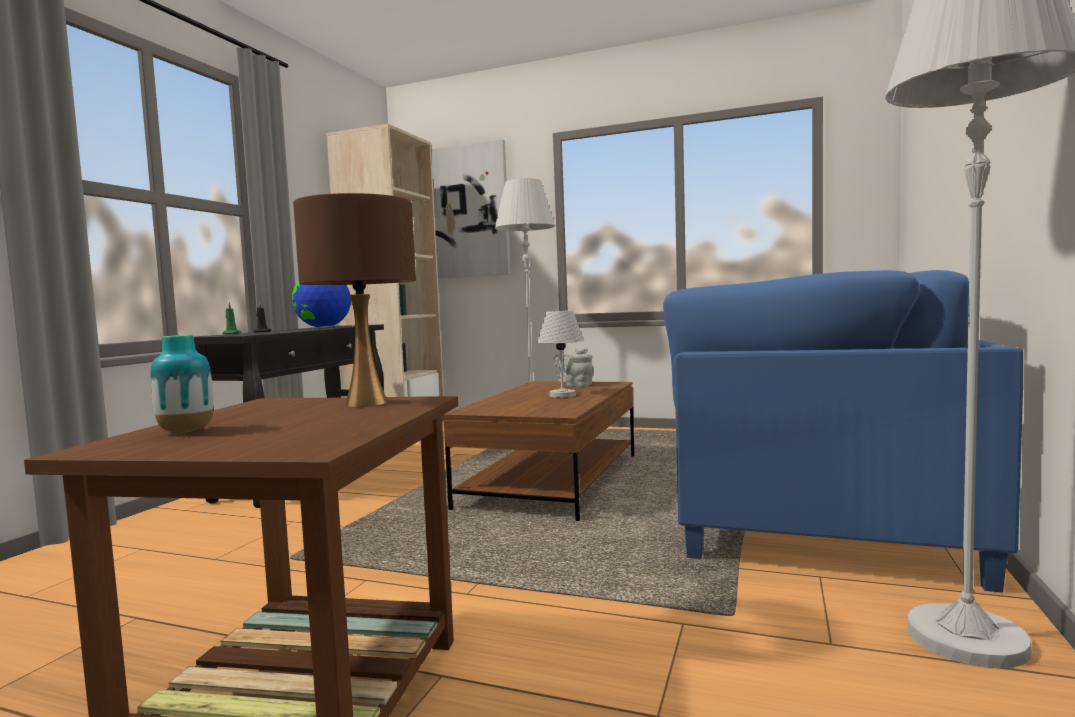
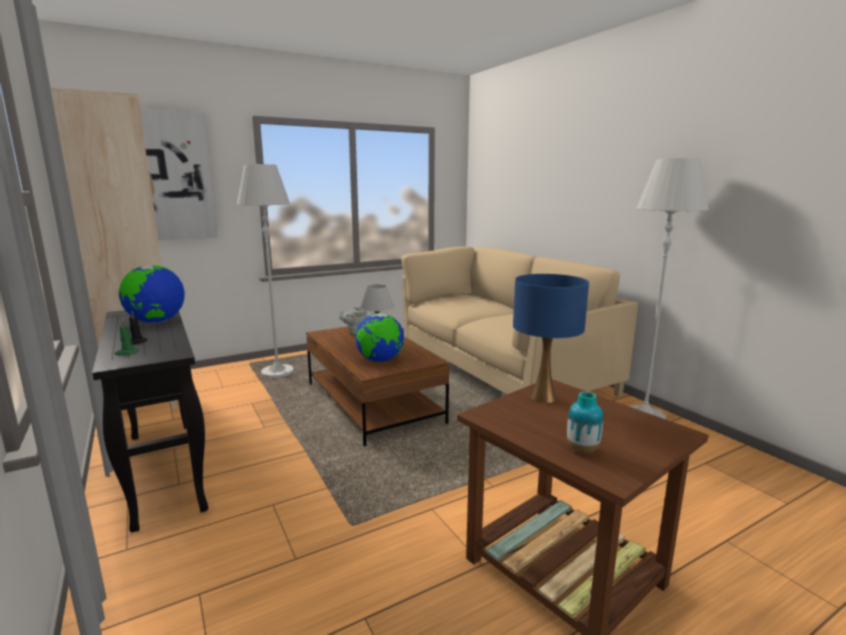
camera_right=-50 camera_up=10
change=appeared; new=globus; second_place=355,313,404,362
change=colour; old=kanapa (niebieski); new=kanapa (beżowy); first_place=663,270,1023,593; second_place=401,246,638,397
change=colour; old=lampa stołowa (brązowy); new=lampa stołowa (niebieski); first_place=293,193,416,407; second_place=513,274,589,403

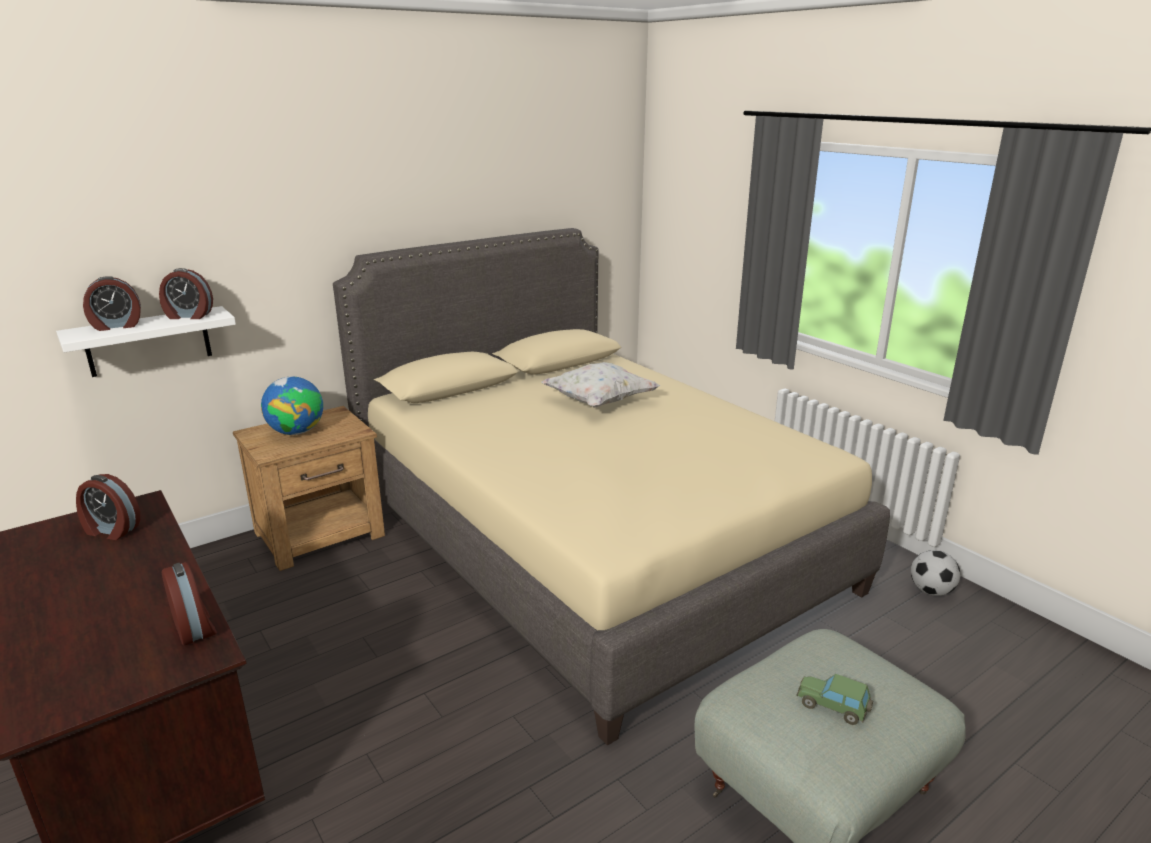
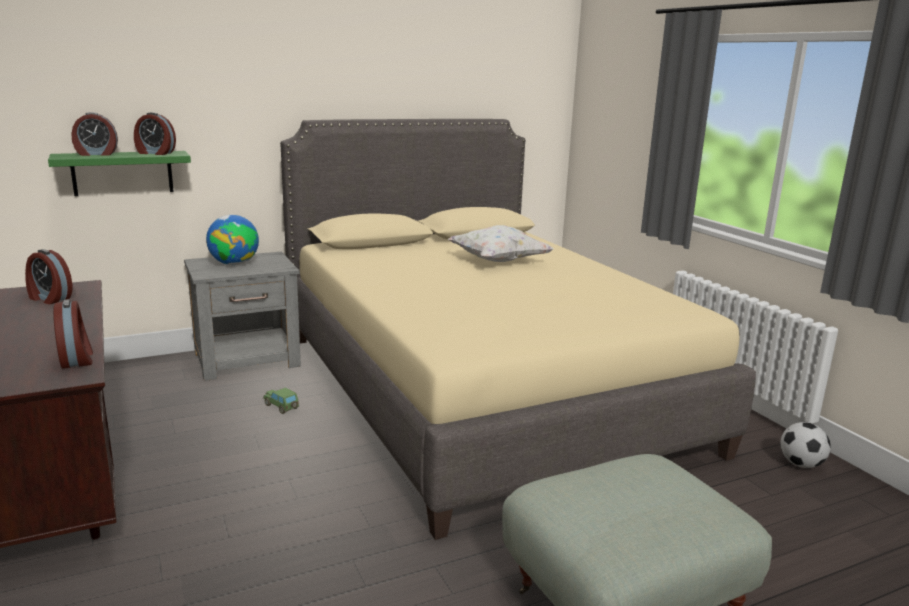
camera_right=10 camera_up=-5
change=colour; old=półka (biały); new=półka (zielony); first_place=56,306,236,377; second_place=48,151,191,196
change=colour; old=szafka nocna (brązowy); new=szafka nocna (szary); first_place=233,406,385,571; second_place=184,252,301,381
change=relocated; old=samochodzik; first_place=797,674,873,725; second_place=263,388,299,414

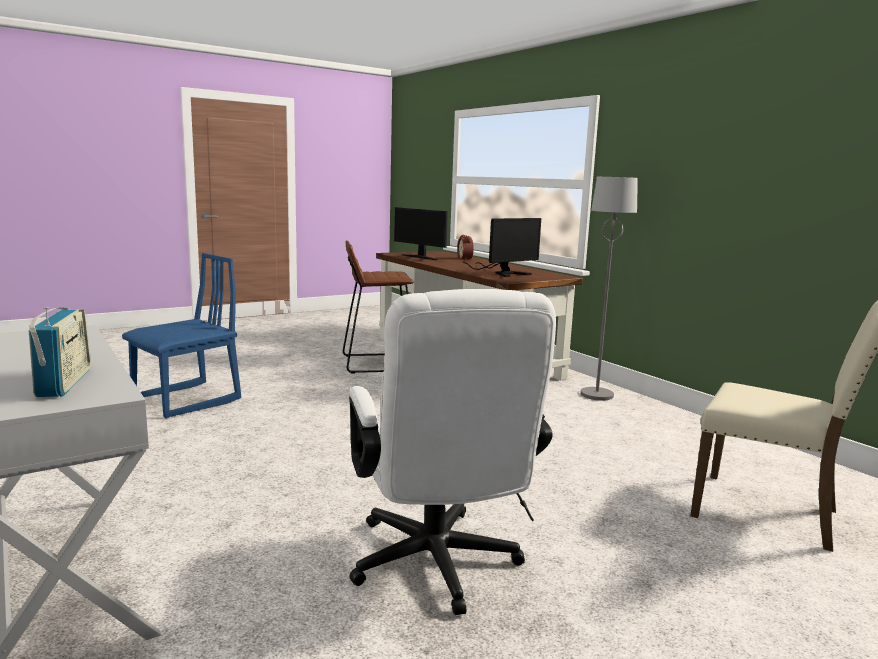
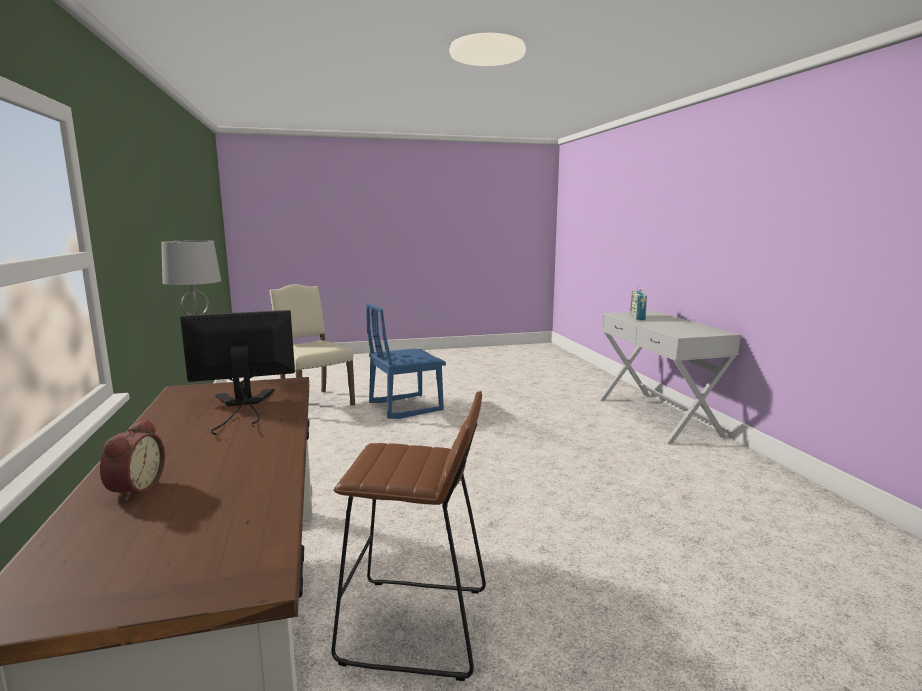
camera_right=-160 camera_up=0
change=relocated; old=krzesło (niebieski); first_place=122,253,241,418; second_place=366,303,446,419
change=missing; old=krzesło biurowe (biały); first_place=349,289,556,615
change=missing; old=monitor; first_place=394,207,448,260

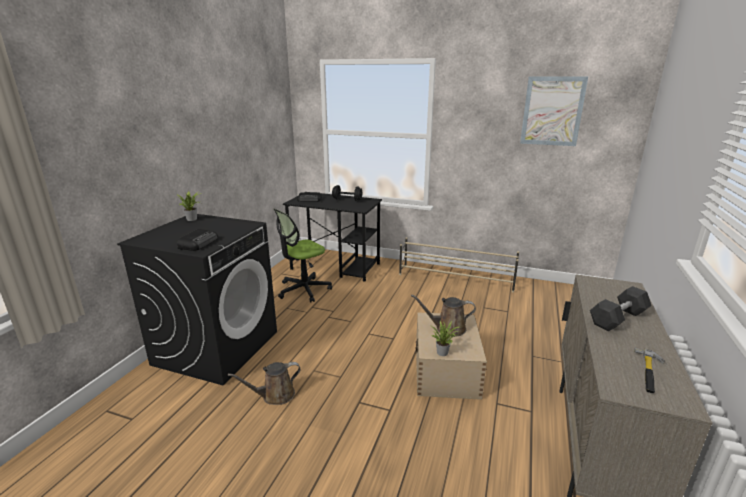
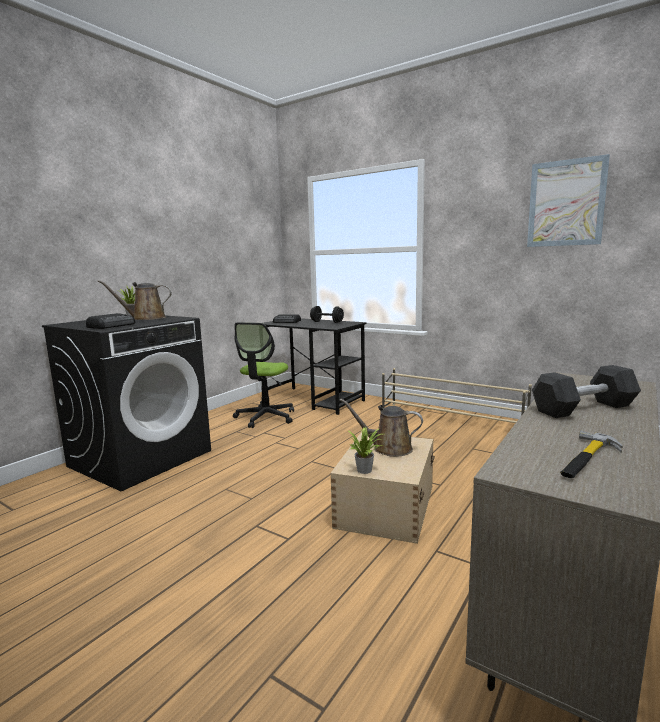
camera_right=15 camera_up=-10
change=relocated; old=konewka (brązowy); first_place=228,362,300,405; second_place=98,280,172,320
change=spun; old=krzesło biurowe; first_place=274,209,332,303; second_place=233,322,294,428; degrees=-45

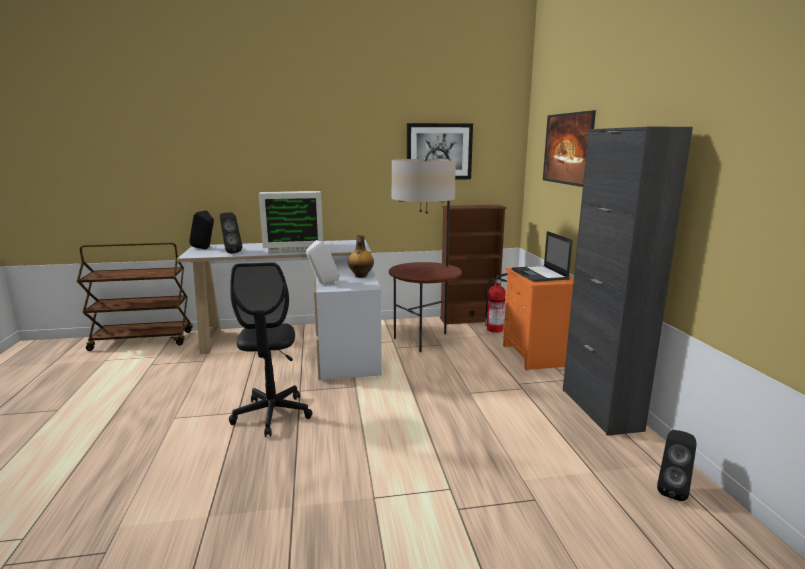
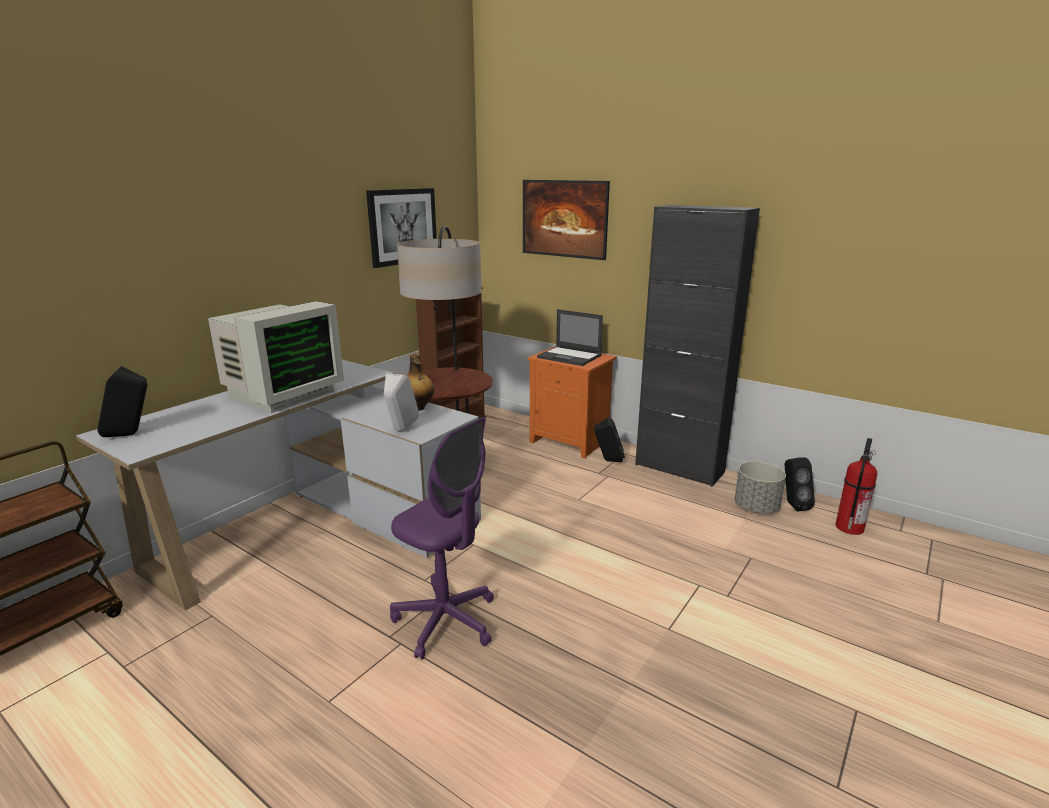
camera_right=-45 camera_up=5
change=colour; old=krzesło biurowe (czarny); new=krzesło biurowe (fioletowy); first_place=229,262,312,437; second_place=390,417,494,660
change=relocated; old=głośnik (czarny); first_place=220,213,242,254; second_place=594,418,625,462
change=appeared; new=donica (szary); second_place=735,461,786,514
change=relocated; old=gaśnica; first_place=484,273,507,333; second_place=836,438,877,535

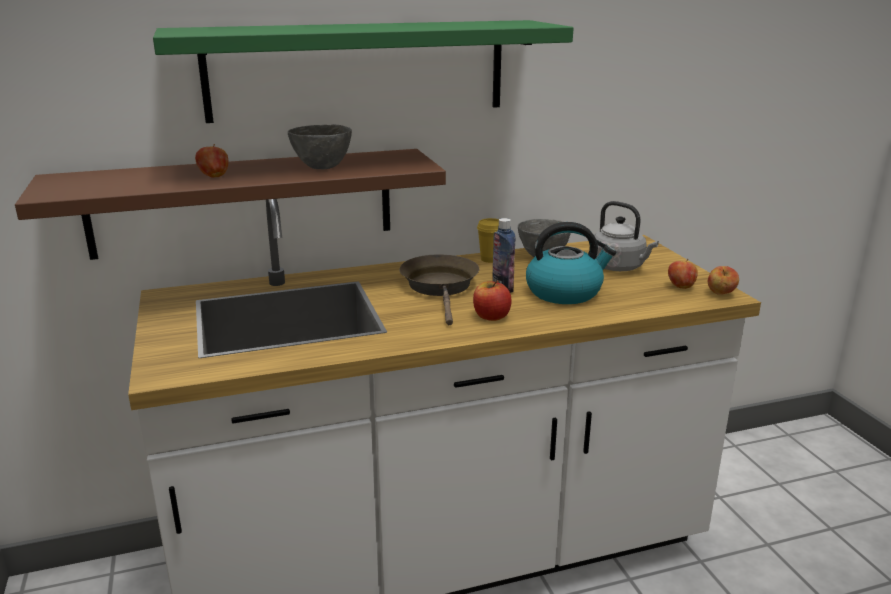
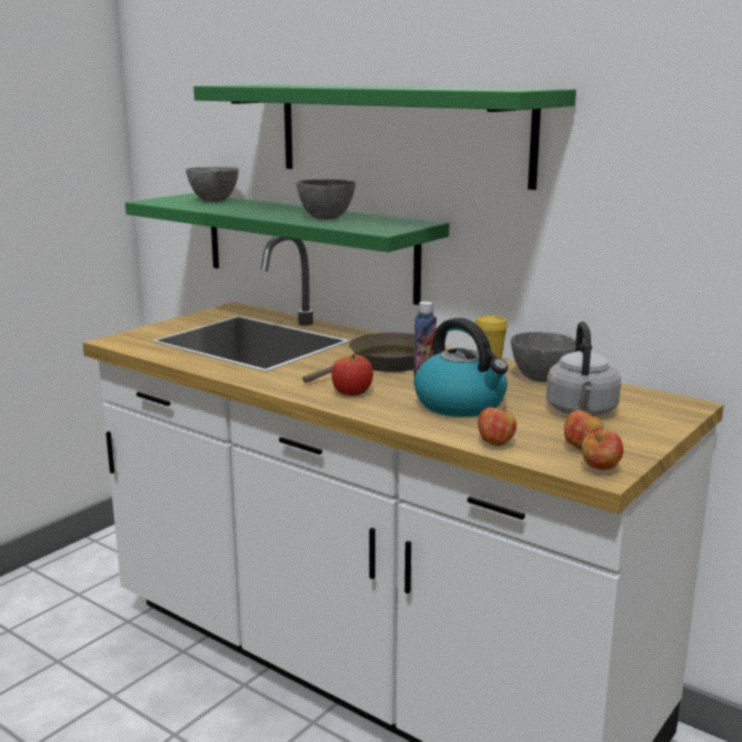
camera_right=55 camera_up=-5
change=colour; old=półka (brązowy); new=półka (zielony); first_place=15,149,446,260; second_place=125,193,449,305
change=appeared; new=miska (szary); second_place=186,167,239,202
change=relocated; old=jabłko; first_place=195,144,229,178; second_place=478,406,517,446

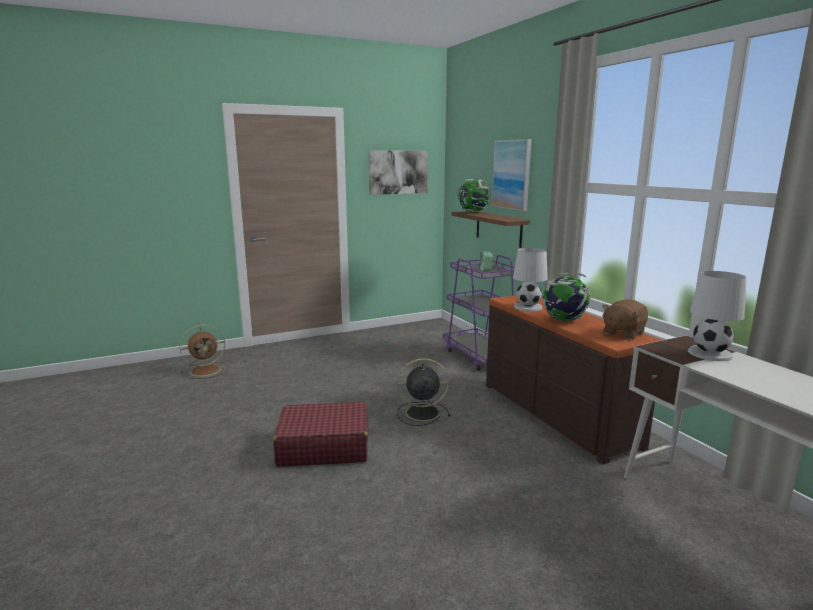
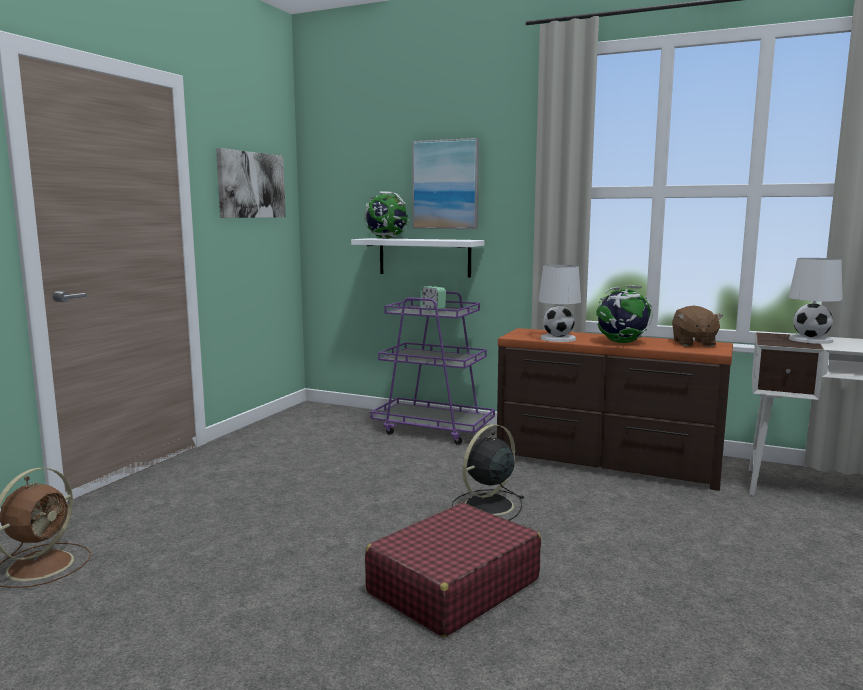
camera_right=-40 camera_up=-5
change=colour; old=półka (brązowy); new=półka (biały); first_place=451,211,530,248; second_place=351,238,485,277

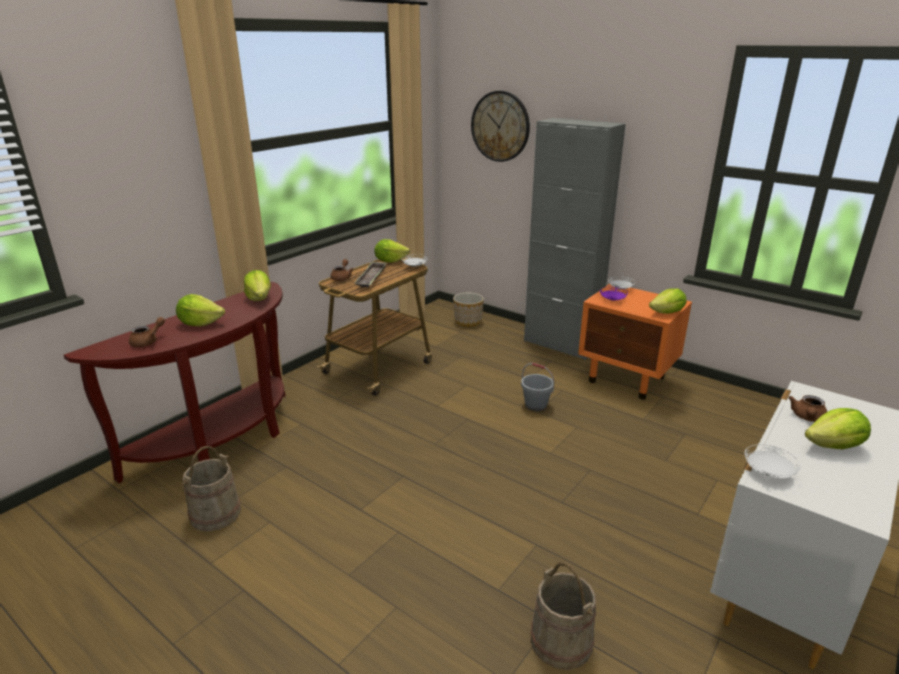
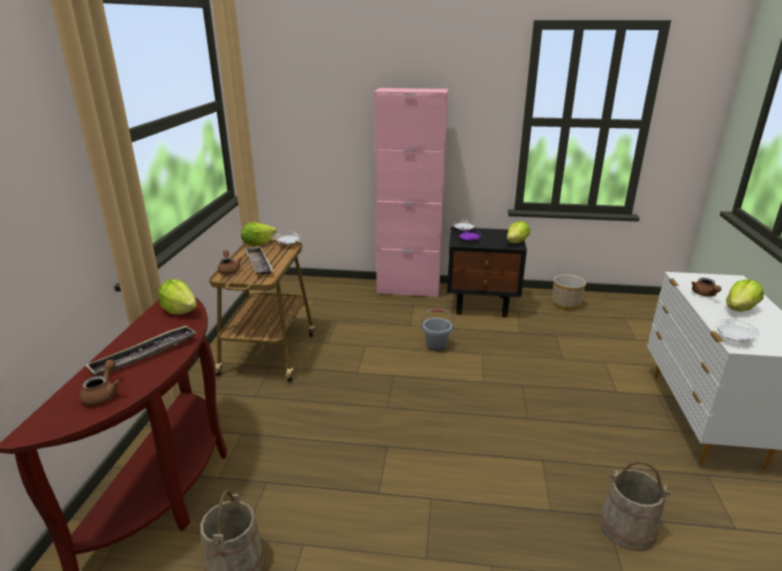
camera_right=-30 camera_up=0
change=exchanged; old=sałata; new=taca; first_place=176,294,225,327; second_place=86,325,197,376
change=colour; old=szafka (szary); new=szafka (różowy); first_place=524,118,626,360; second_place=374,88,448,298
change=colour; old=szafka nocna (pomarańczowy); new=szafka nocna (czarny); first_place=578,284,692,400; second_place=447,227,527,318
change=relocated; old=donica; first_place=453,293,484,327; second_place=552,274,586,310
change=missing; old=zegar ścienny; first_place=471,91,530,162

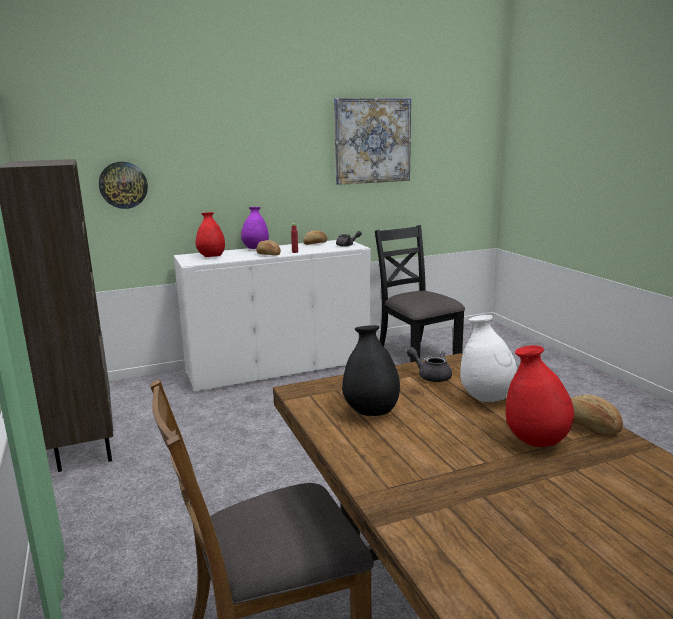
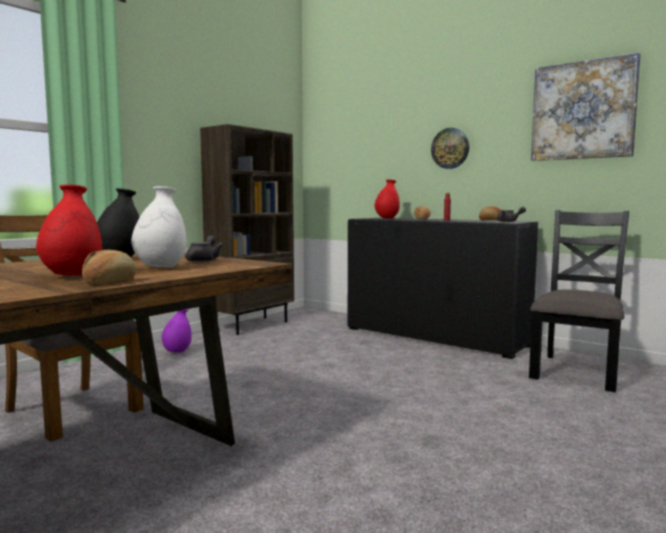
camera_right=60 camera_up=-10
change=relocated; old=wazon (fioletowy); first_place=241,207,269,249; second_place=162,309,191,353
change=colour; old=szafka (biały); new=szafka (czarny); first_place=173,240,371,393; second_place=348,218,538,359
change=relocated; old=zegar ścienny; first_place=99,162,148,209; second_place=431,128,469,169

